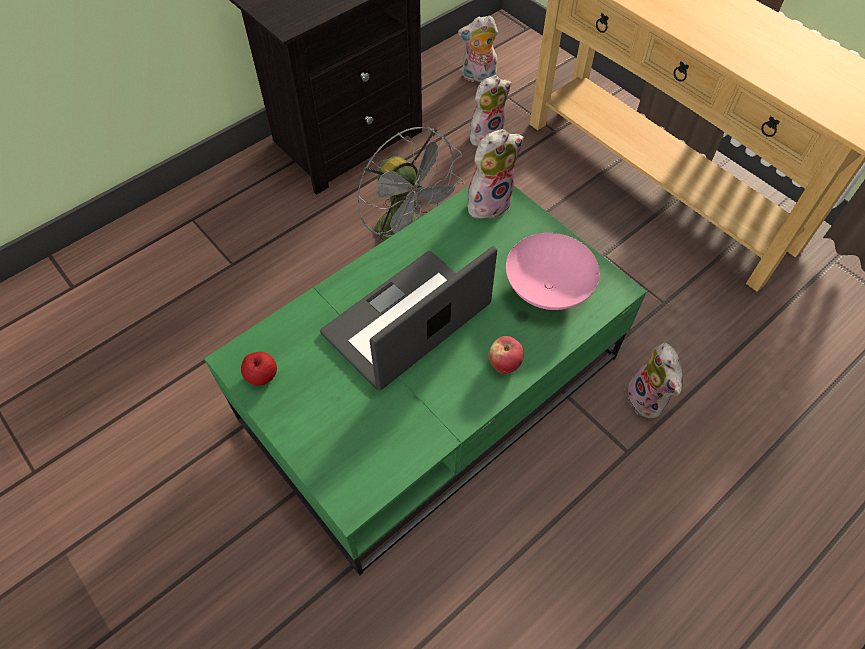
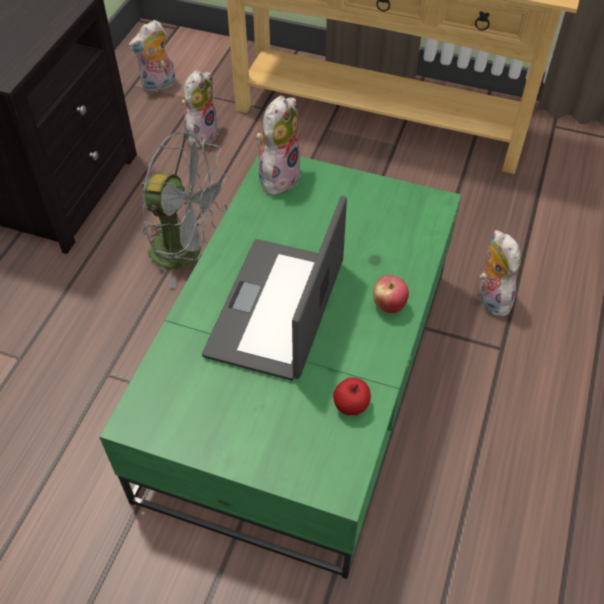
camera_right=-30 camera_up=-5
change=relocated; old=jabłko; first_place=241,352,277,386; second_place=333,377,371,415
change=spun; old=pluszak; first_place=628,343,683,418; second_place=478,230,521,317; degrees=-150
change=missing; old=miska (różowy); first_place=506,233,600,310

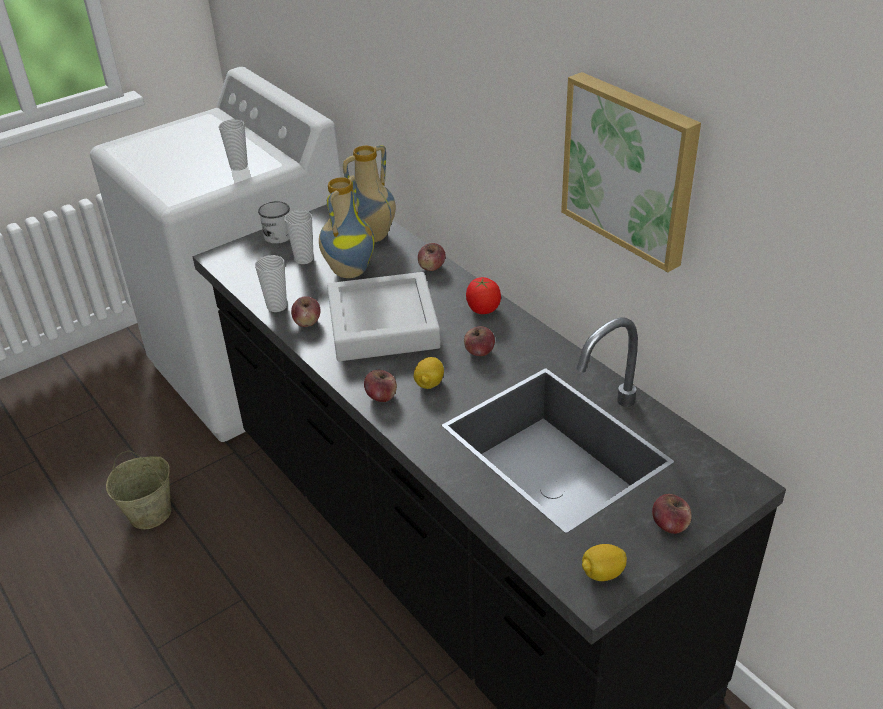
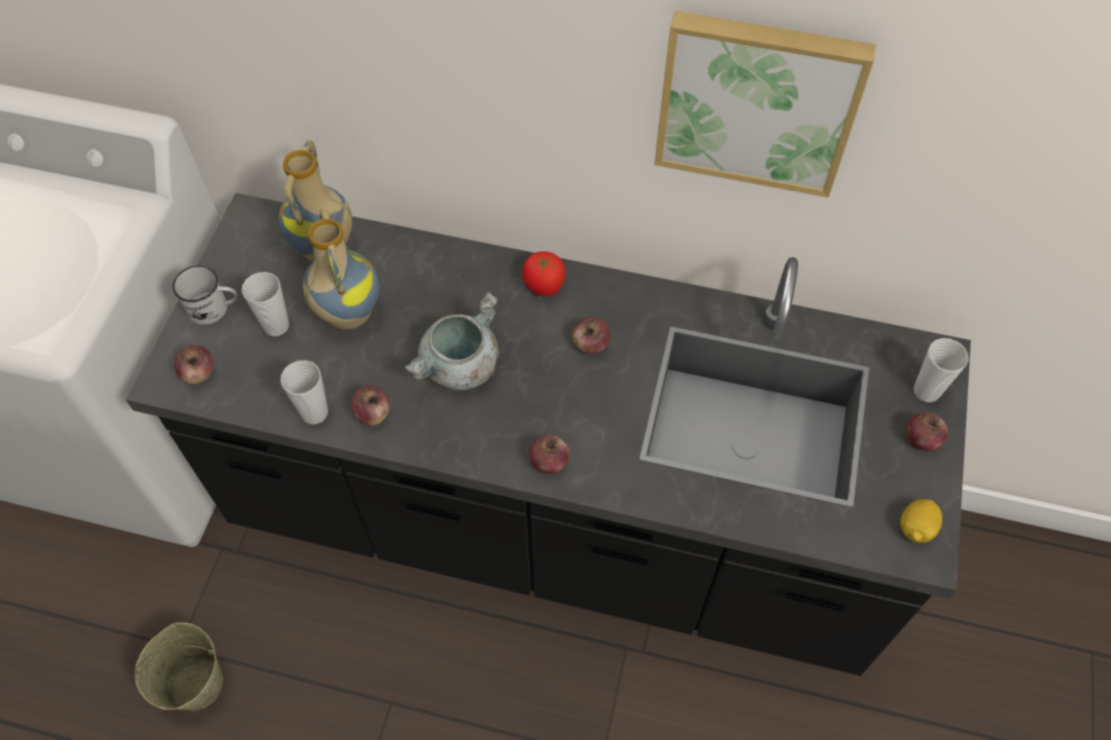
camera_right=-40 camera_up=20
change=relocated; old=jabłko; first_place=418,243,446,271; second_place=174,345,214,384
change=exchanged; old=taca (szary); new=garnek (szary); first_place=327,272,441,361; second_place=405,292,499,390
change=relocated; old=filiżanka; first_place=219,119,248,171; second_place=914,338,969,402
change=missing; old=cytryna; first_place=414,357,444,389

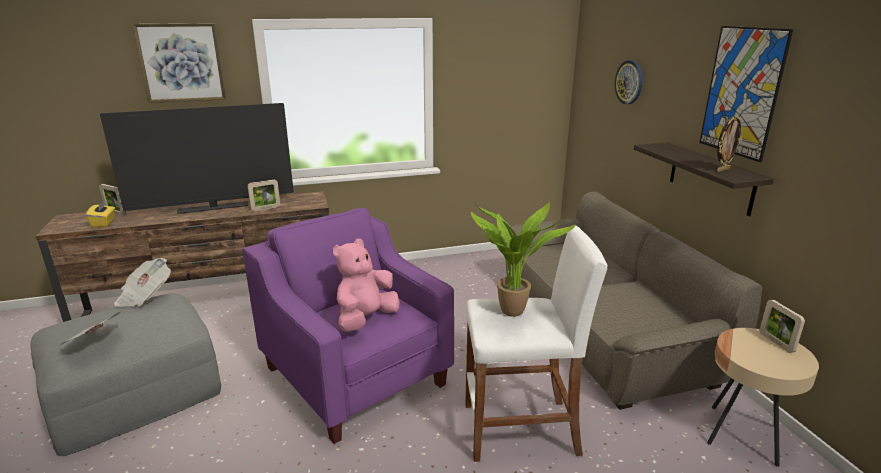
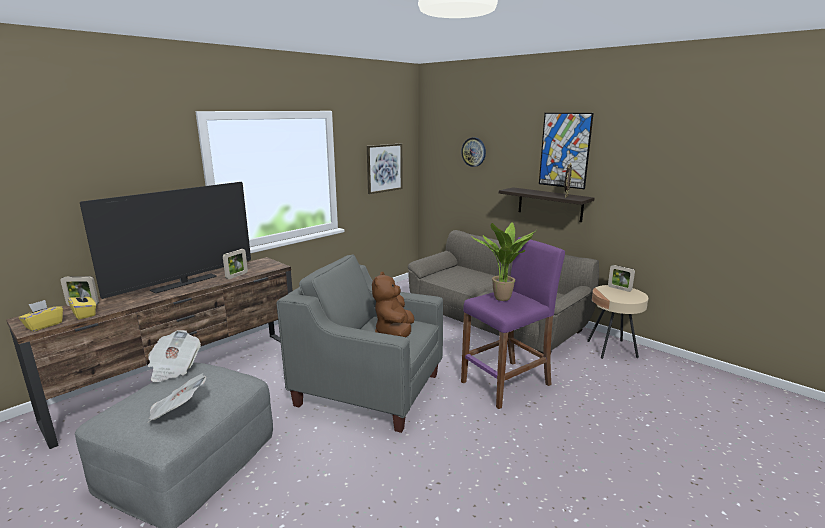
camera_right=-30 camera_up=-5
change=appeared; new=pudełko chusteczek (żółty); second_place=19,300,63,332
change=colour; old=fotel (fioletowy); new=fotel (szary); first_place=242,208,454,444; second_place=276,254,443,433
change=relocated; old=obraz; first_place=132,23,226,103; second_place=367,143,403,194
change=colour; old=pluszak (różowy); new=pluszak (brązowy); first_place=333,239,400,332; second_place=372,272,414,337
change=colour; old=stołek (biały); new=stołek (fioletowy); first_place=465,226,607,462; second_place=461,237,565,409

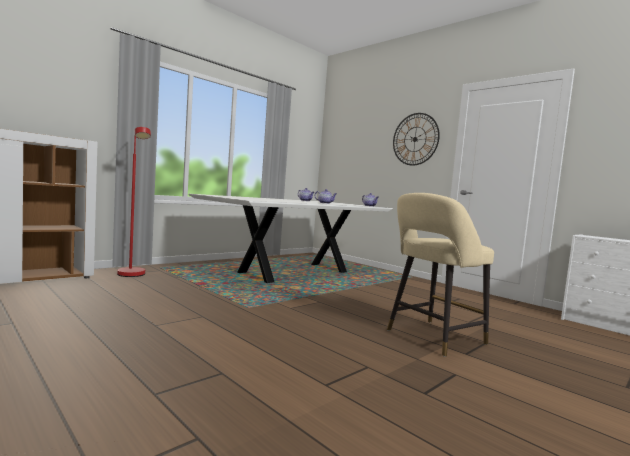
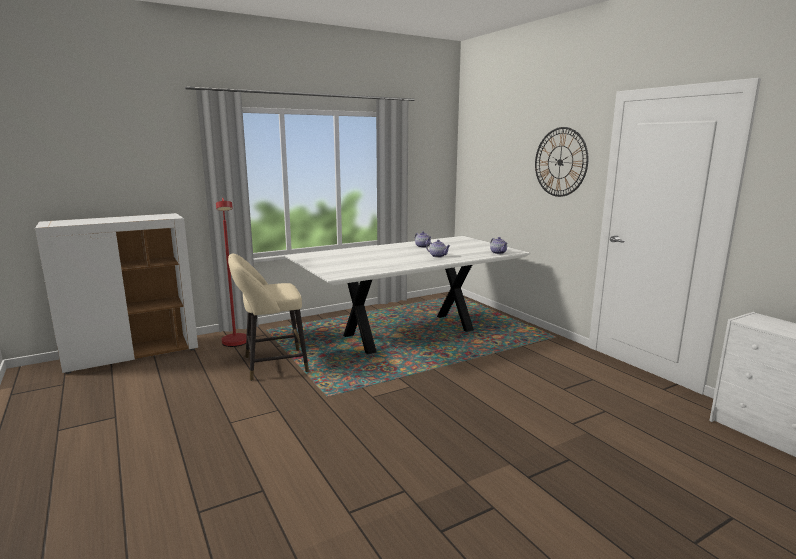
camera_right=15 camera_up=10
change=relocated; old=stołek (beżowy); first_place=387,193,494,357; second_place=228,254,309,381

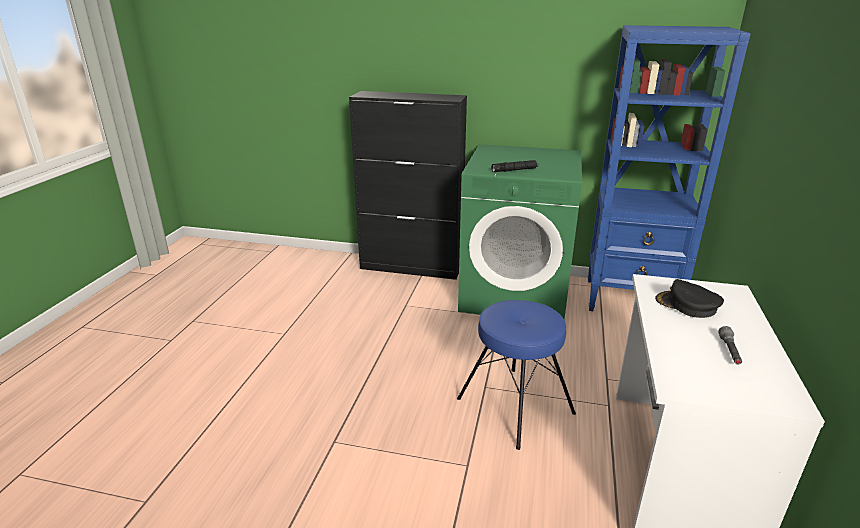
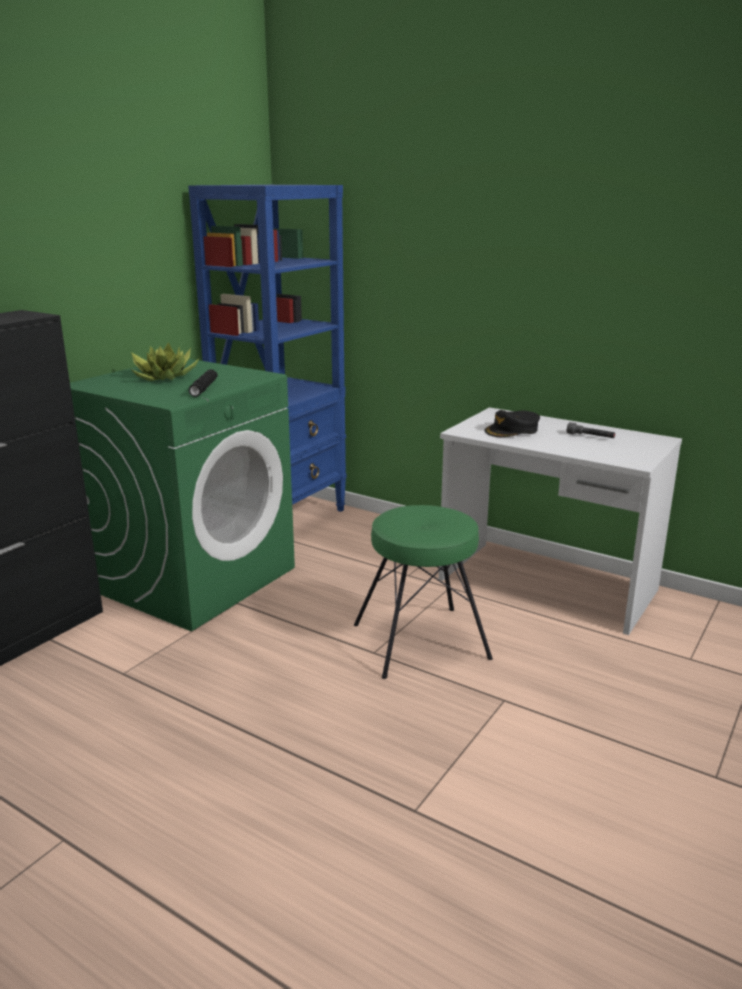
camera_right=-70 camera_up=-5
change=appeared; new=roślina doniczkowa; second_place=131,342,199,381
change=colour; old=stołek (niebieski); new=stołek (zielony); first_place=457,300,576,450; second_place=354,505,493,679

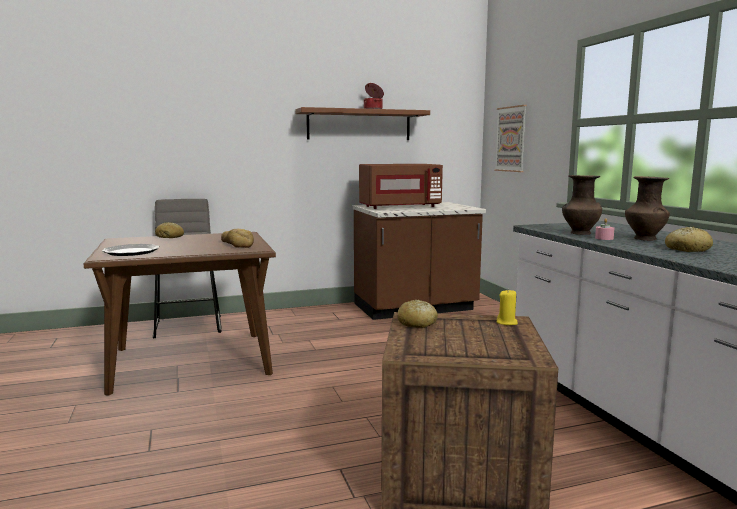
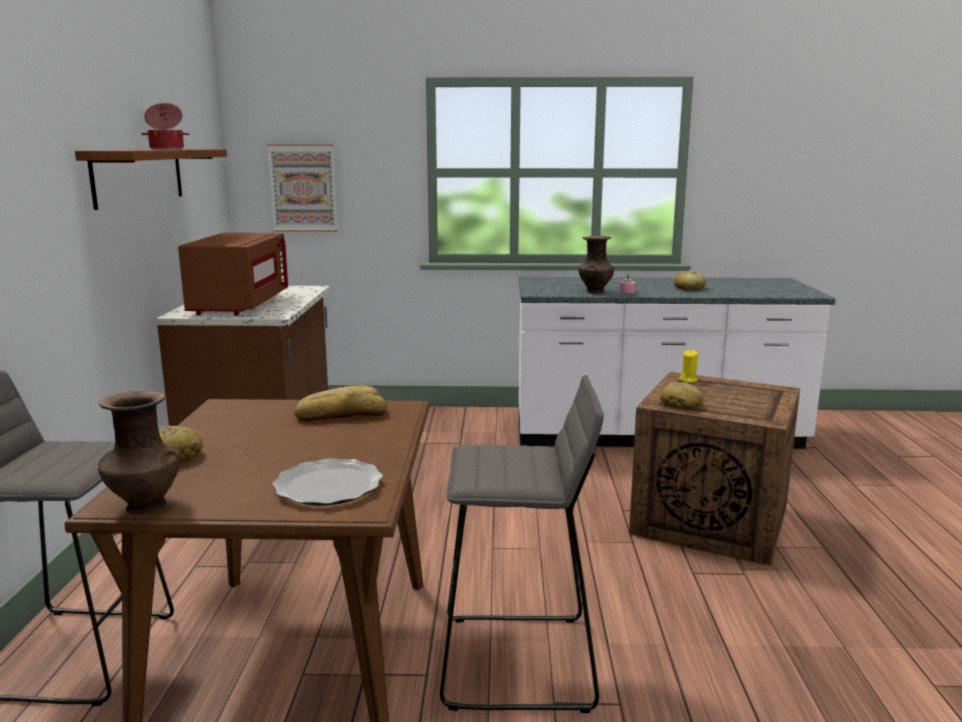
camera_right=-70 camera_up=5
change=relocated; old=wazon (brązowy); first_place=625,176,670,241; second_place=98,391,180,515
change=appeared; new=stołek (szary); second_place=440,375,604,713

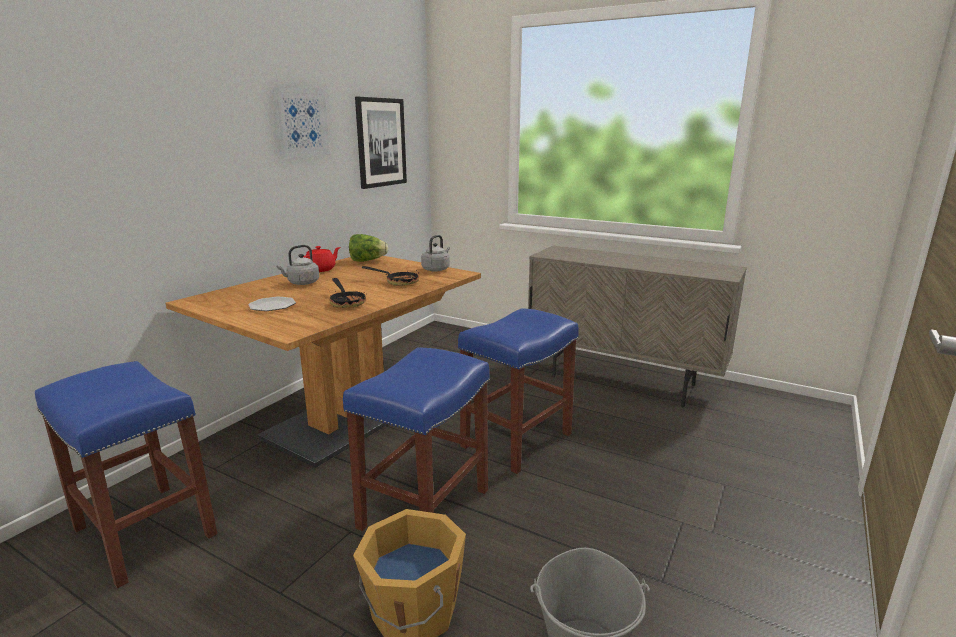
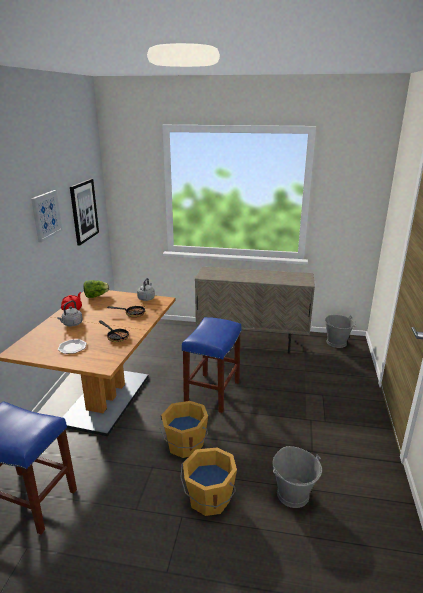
camera_right=-20 camera_up=5
change=exchanged; old=stołek (niebieski); new=wiadro (pomarańczowy); first_place=343,348,490,531; second_place=160,401,208,458
change=appeared; new=wiadro (szary); second_place=325,315,356,348

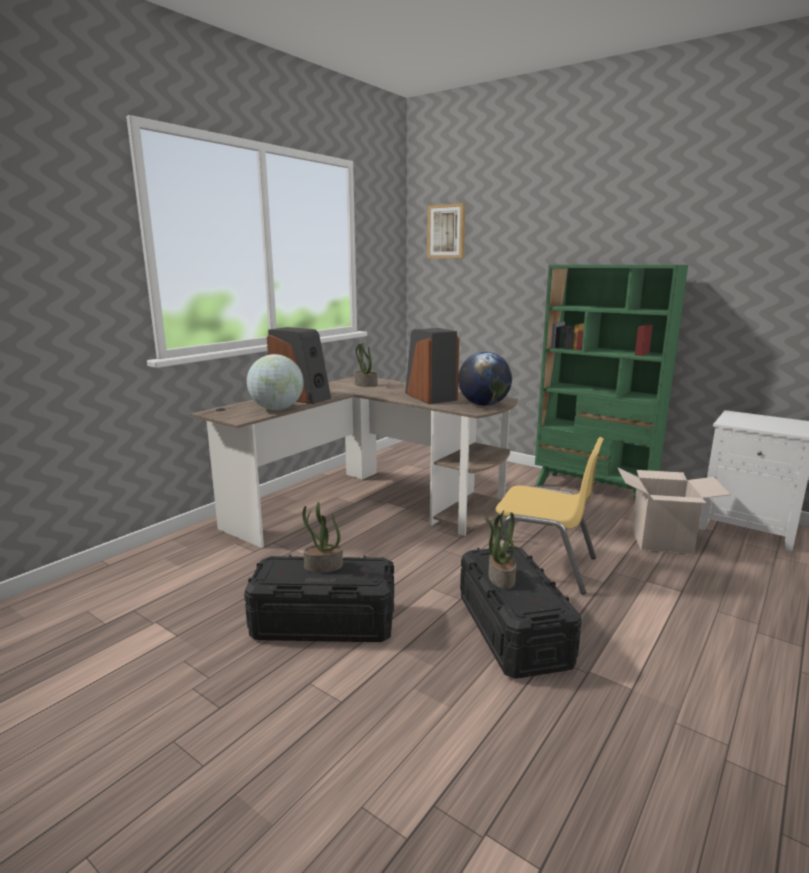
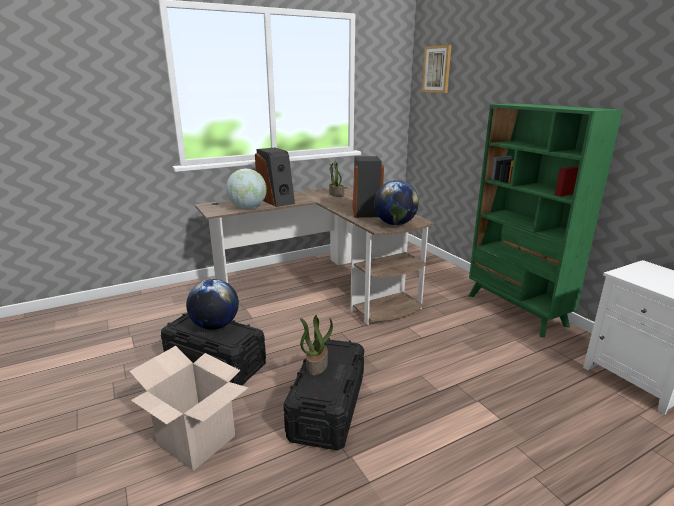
camera_right=25 camera_up=5
change=relocated; old=karton; first_place=617,467,731,554; second_place=129,346,248,471
change=exchanged; old=roślina doniczkowa; new=globus; first_place=302,502,343,573; second_place=186,279,239,330
change=missing; old=krzesło (żółty); first_place=493,437,604,595

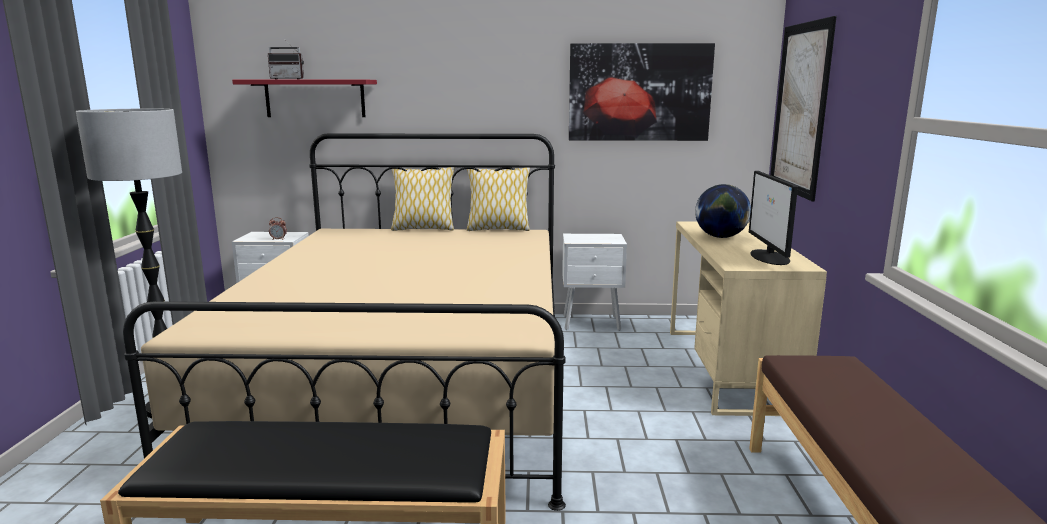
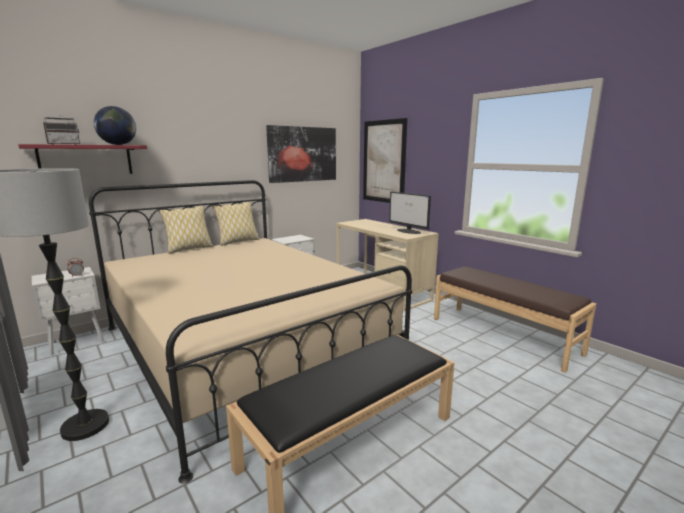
camera_right=-40 camera_up=0
change=relocated; old=globus; first_place=695,184,751,238; second_place=94,106,136,145

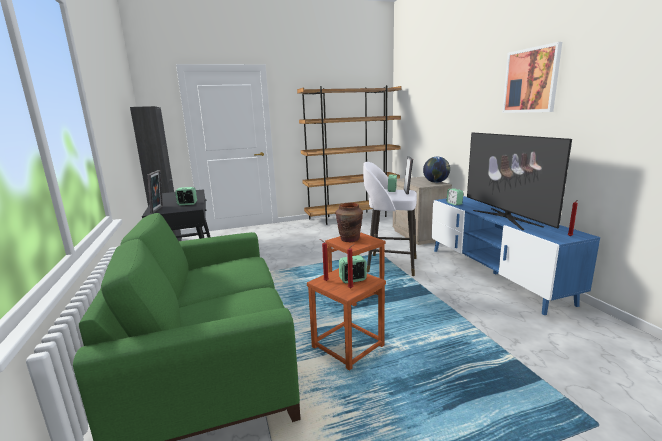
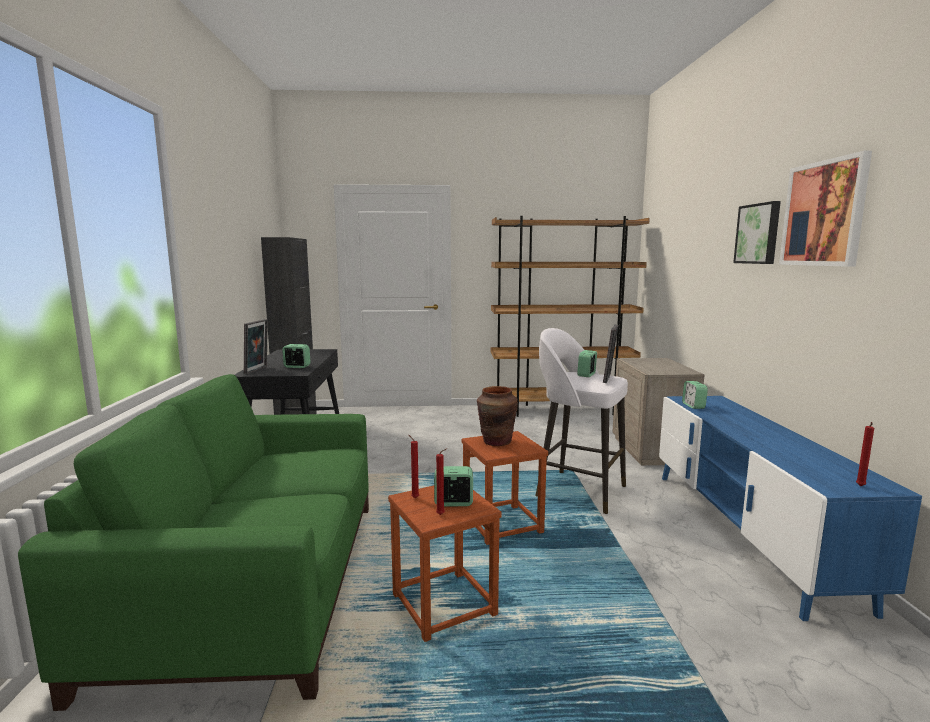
camera_right=15 camera_up=-5
change=appeared; new=obraz; second_place=733,201,781,264
change=missing; old=globus; first_place=423,157,450,183
change=missing; old=telewizor; first_place=467,132,572,230

